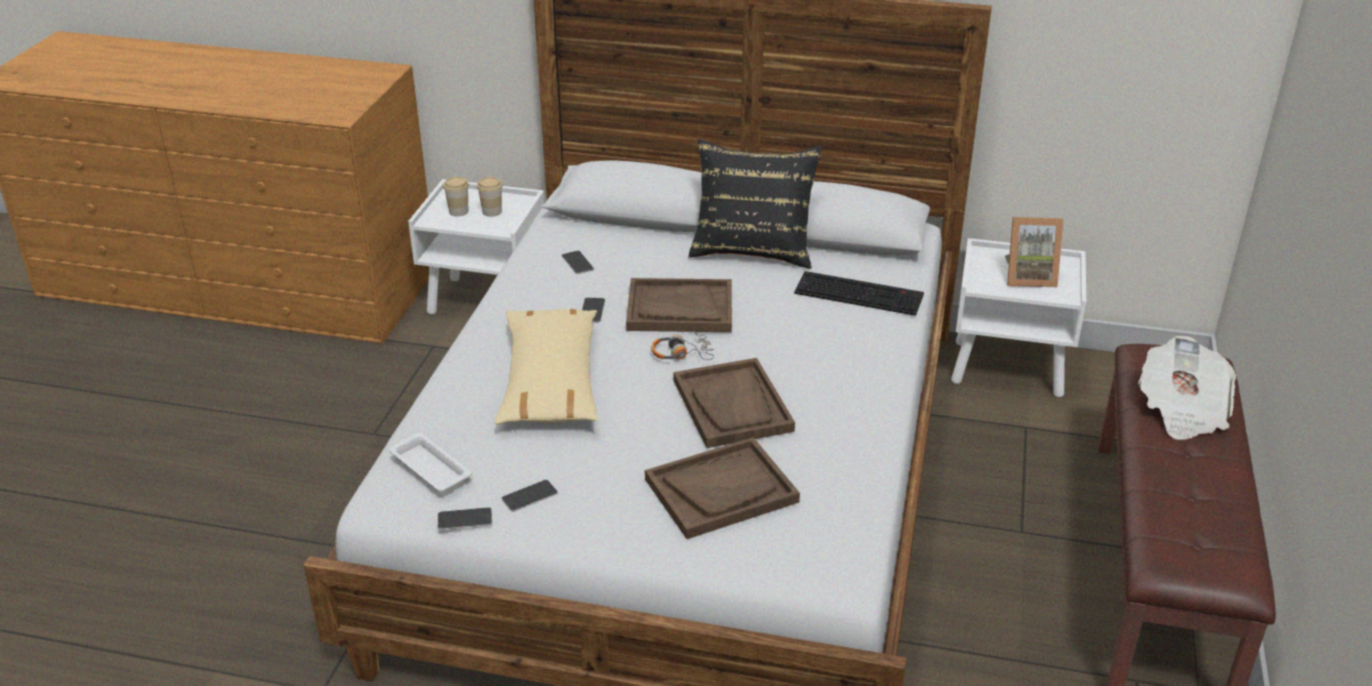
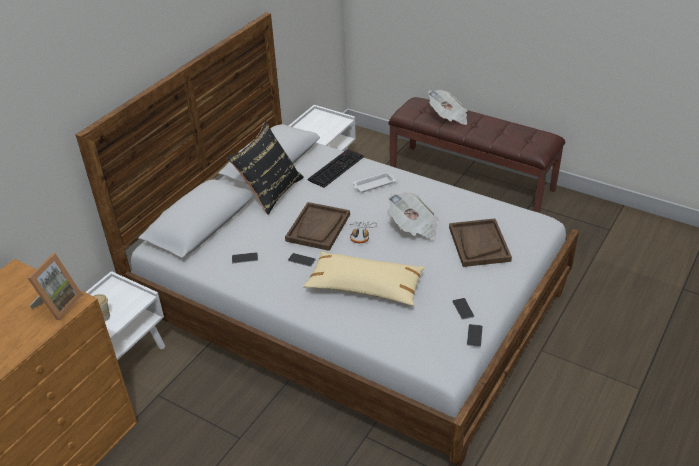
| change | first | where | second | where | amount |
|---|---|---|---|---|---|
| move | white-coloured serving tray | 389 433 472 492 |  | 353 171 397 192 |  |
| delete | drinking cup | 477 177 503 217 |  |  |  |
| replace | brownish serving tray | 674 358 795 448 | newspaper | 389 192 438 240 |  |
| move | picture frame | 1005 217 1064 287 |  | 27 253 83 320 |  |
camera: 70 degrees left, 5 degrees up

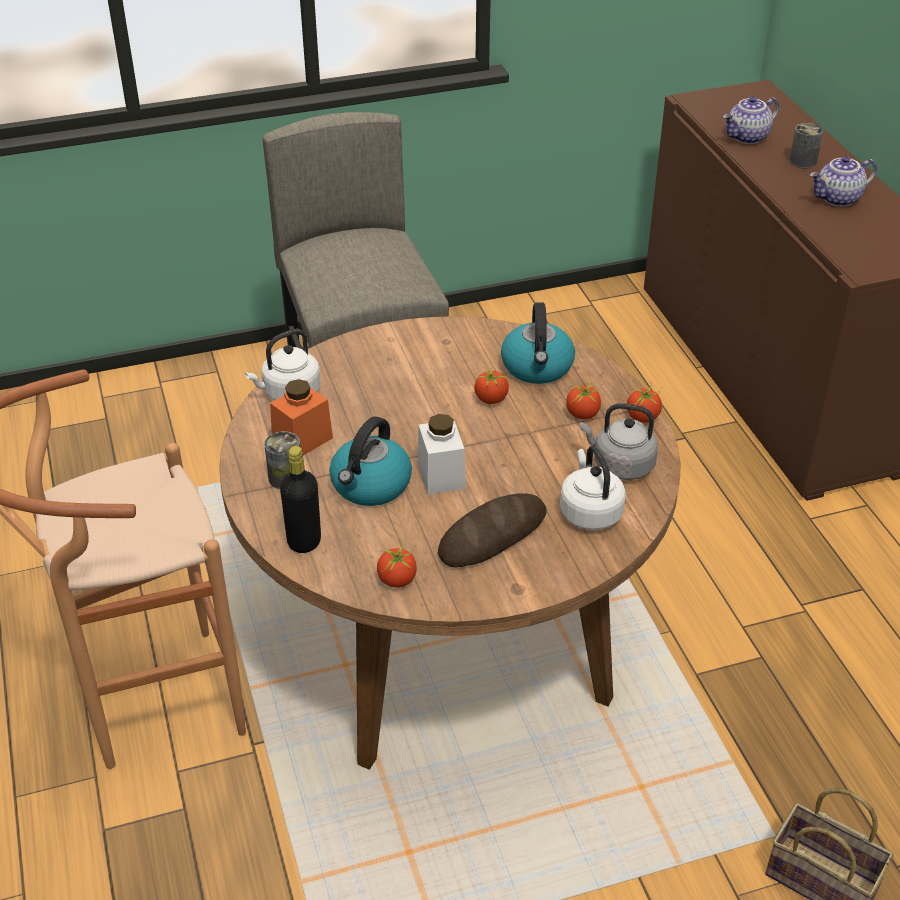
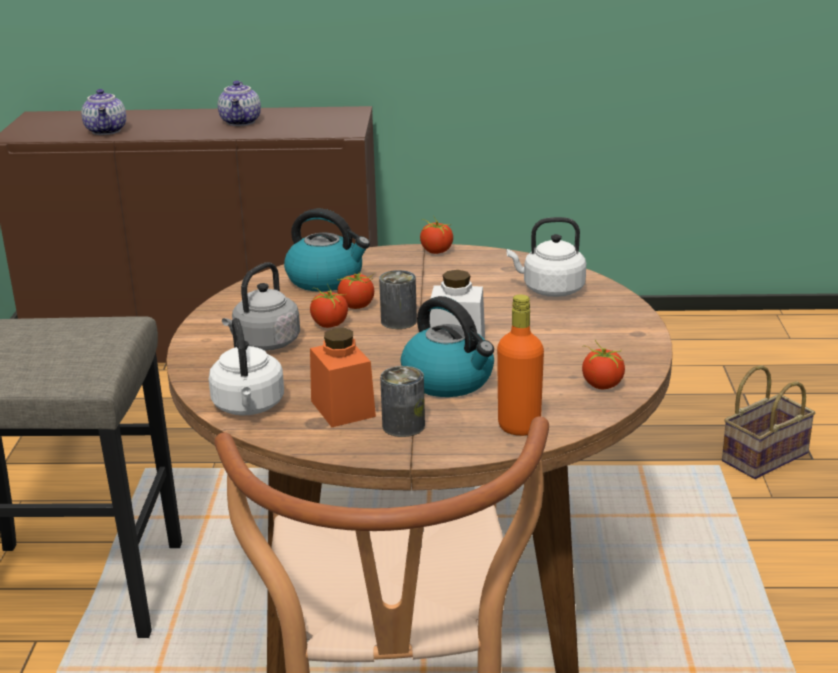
| change | first | where | second | where | amount |
|---|---|---|---|---|---|
| recolor | black-coloured bottle | 280 446 321 553 | orange-coloured bottle | 497 294 544 436 |  |
| delete | bakery bread | 438 493 547 567 |  |  |  |
| move | whole tomato | 566 378 602 420 |  | 310 283 348 328 |  |
| move | gray tea kettle | 580 403 658 480 |  | 222 262 300 351 |  |
| move | can | 790 123 823 169 |  | 379 270 417 329 |  |
camera: 70 degrees left, 15 degrees down

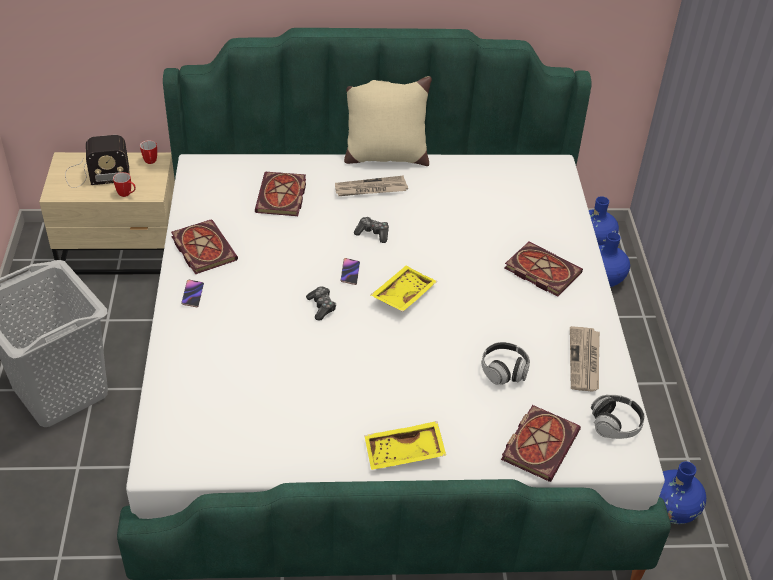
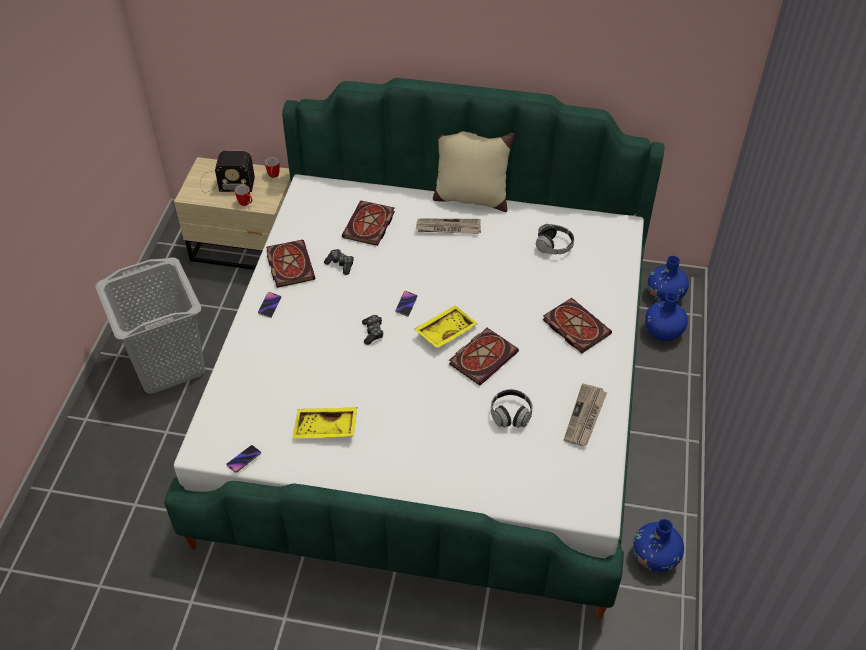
| change | first | where | second | where | amount |
|---|---|---|---|---|---|
| move | game controller | 354 217 389 243 |  | 324 249 354 275 |  |
| move | yellow serving tray | 364 421 446 470 |  | 292 407 357 438 |  |
| move | bound book | 501 405 581 482 |  | 449 328 519 386 |  |
| move | pair of headphones | 591 395 645 439 |  | 536 224 574 254 |  |
| insert |  |  | telephone | 226 445 261 473 |  |
camera: 15 degrees right, 5 degrees up

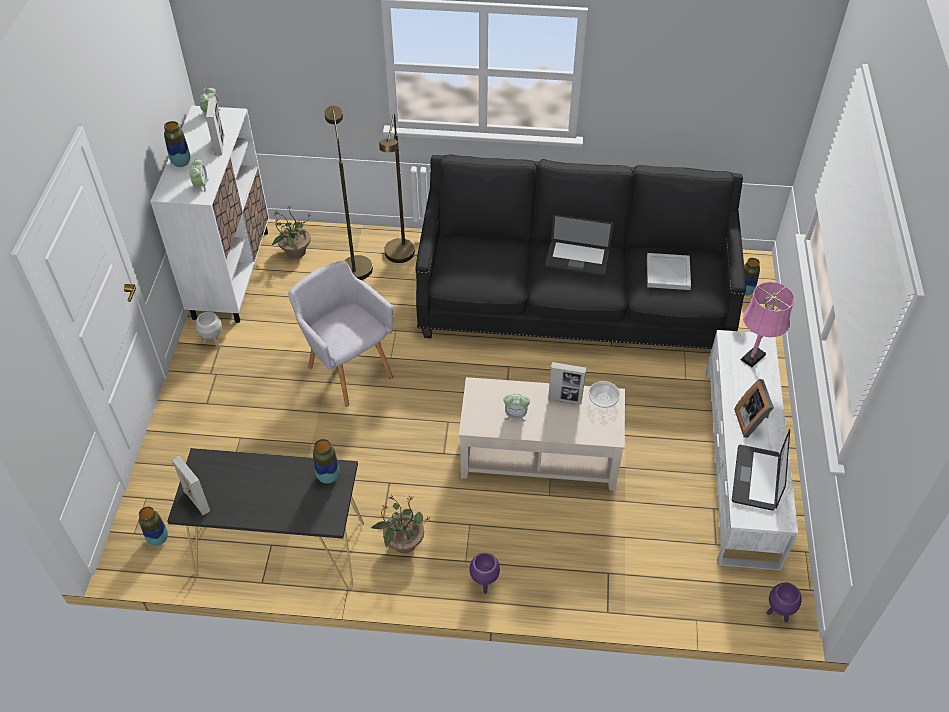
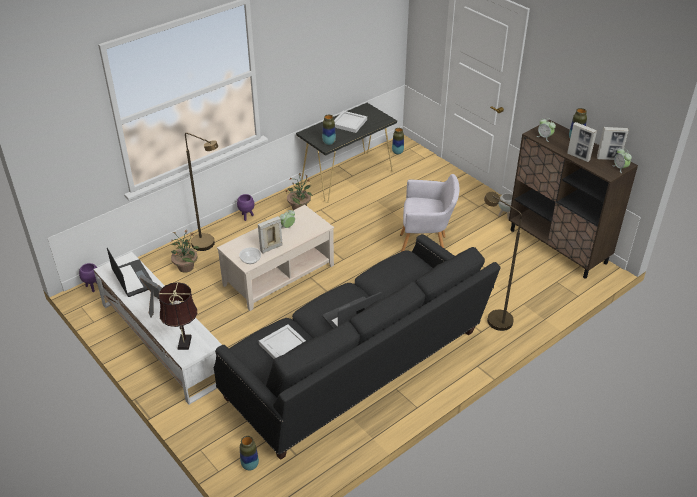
| change | first | where | second | where | amount |
|---|---|---|---|---|---|
| recolor | white-coloured cabinet | 150 106 269 323 | brownish cabinet | 509 120 638 279 |  |
| move | picture frame | 172 456 210 515 |  | 597 127 629 160 |  |
| move | plant in a pot | 272 205 311 259 |  | 171 230 200 273 |  |
| move | brownish floor lamp | 324 105 373 280 |  | 185 133 218 251 |  |
| recolor | pinkish lamp for a table | 741 282 795 367 | brownish lamp for a table | 158 282 197 350 |  |
| insert |  |  | white-coloured serving tray | 334 111 367 133 |  |
camera: 135 degrees right, 10 degrees down

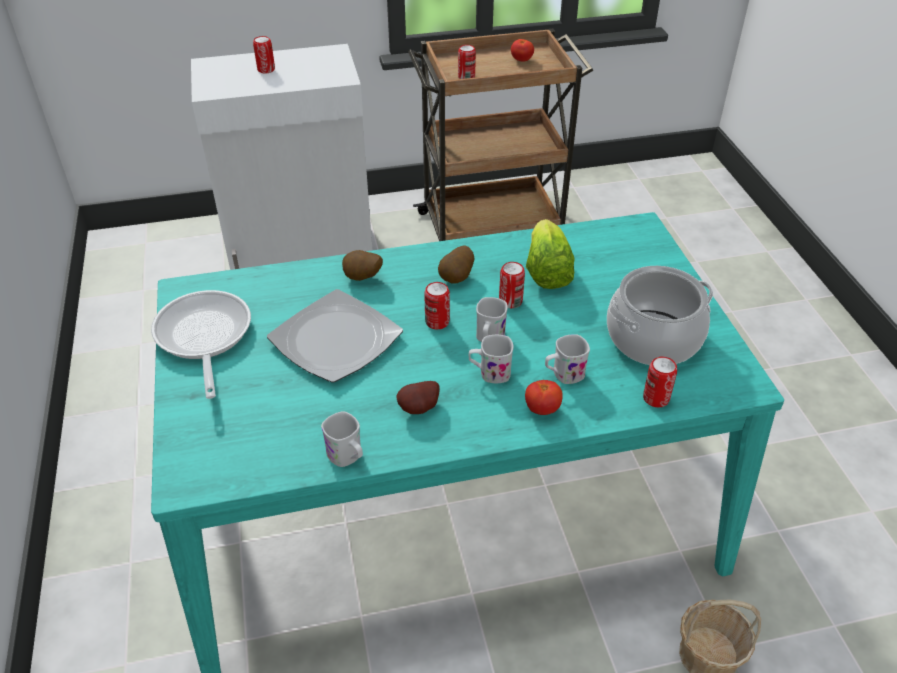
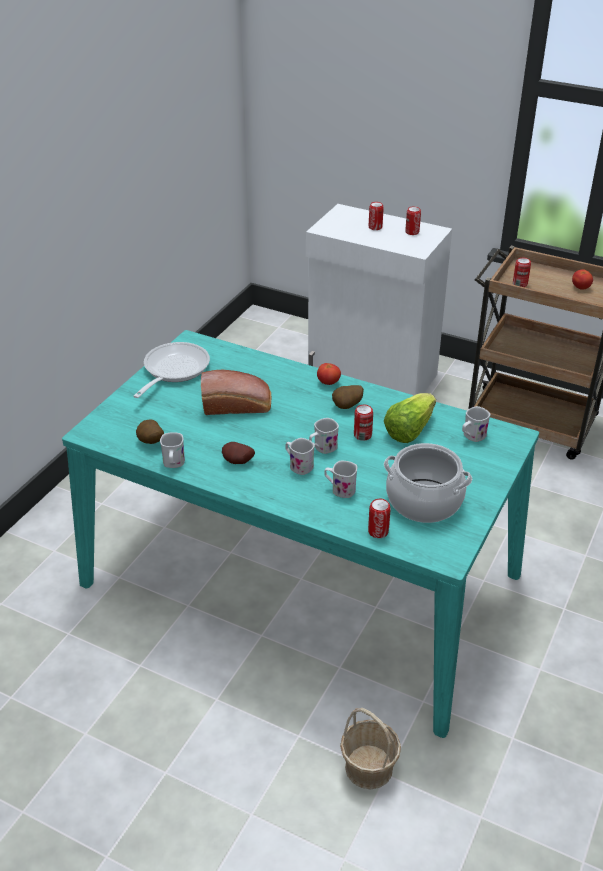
| change | first | where | second | where | amount |
|---|---|---|---|---|---|
| replace | plate | 267 289 403 383 | bakery bread | 201 370 271 415 |  |
| move | spud | 342 250 383 281 |  | 136 420 164 444 |  |
| move | can | 424 282 450 329 |  | 405 206 421 235 |  |
| move | whole tomato | 525 380 563 415 |  | 317 363 341 385 |  |
| insert |  |  | white-coloured tea mug | 462 406 490 442 |  |
camera: 40 degrees right, 5 degrees down

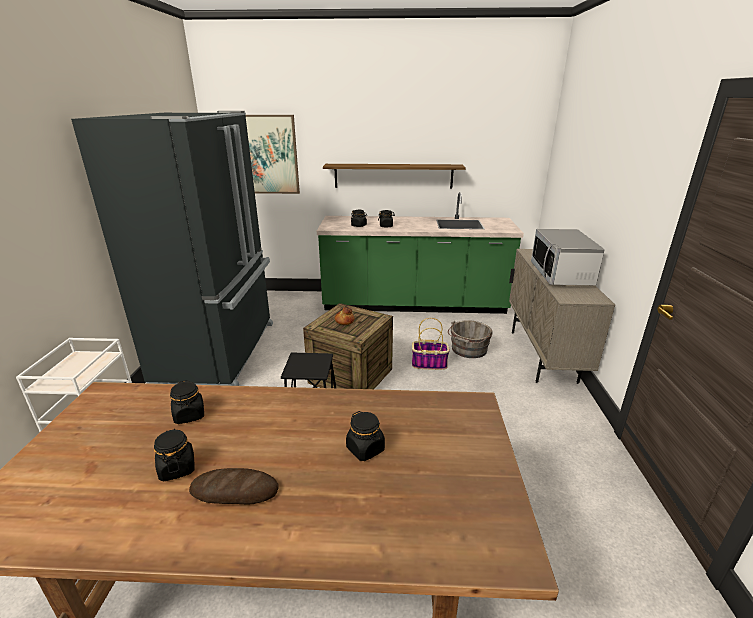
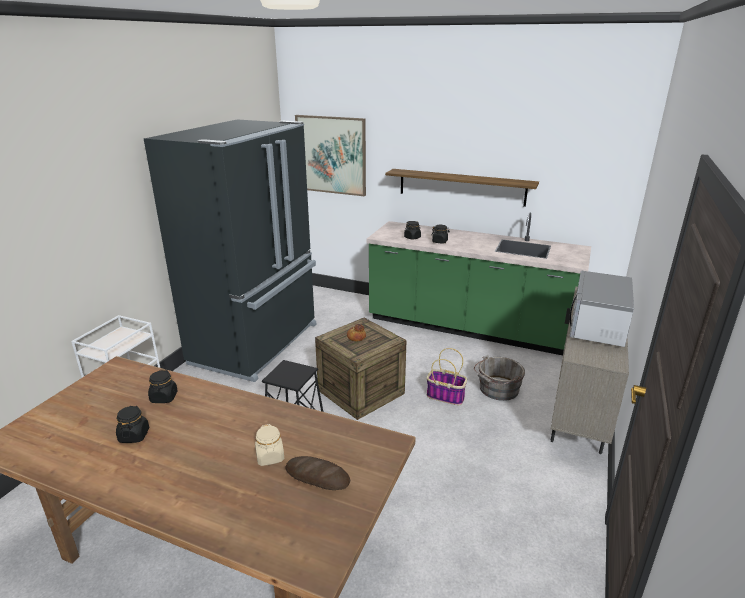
| change | first | where | second | where | amount |
|---|---|---|---|---|---|
| move | bakery bread | 189 468 279 504 |  | 285 456 350 490 |  |
| recolor | black-coloured jar | 346 411 385 461 | beige-coloured jar | 255 424 284 466 |  |
camera: 20 degrees right, 0 degrees up

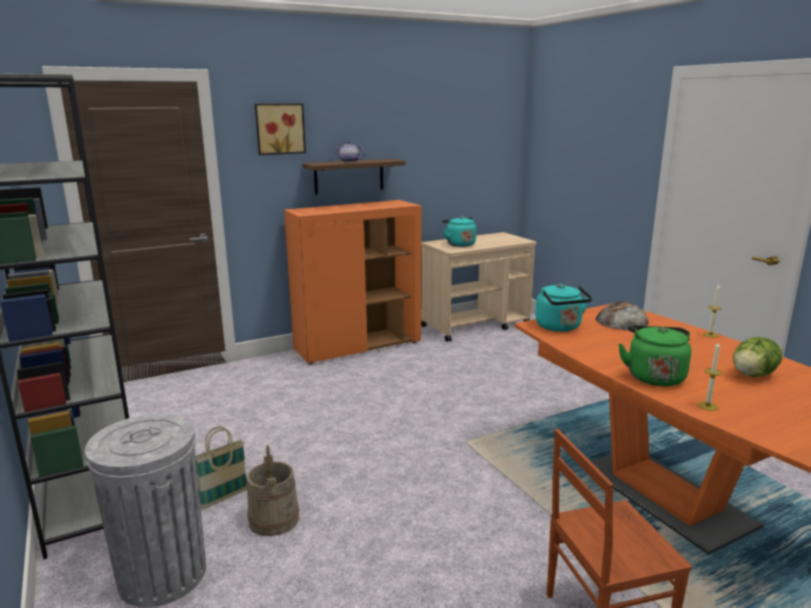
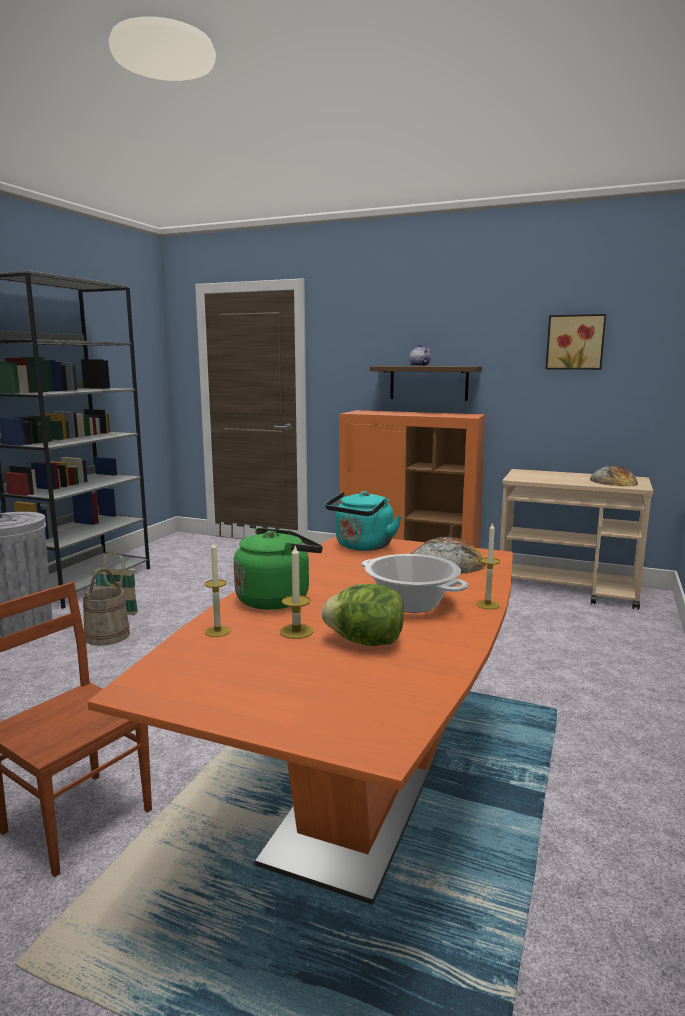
| change | first | where | second | where | amount |
|---|---|---|---|---|---|
| move | wall picture | 255 104 306 155 |  | 545 314 606 370 |  |
| delete | turquoise-coloured tea kettle | 442 216 476 247 |  |  |  |
| insert |  |  | wax candle | 280 546 314 639 |  |
| insert |  |  | stockpot | 362 554 468 613 |  |
| insert |  |  | bakery bread | 590 466 638 486 |  |
camera: 50 degrees right, 5 degrees down

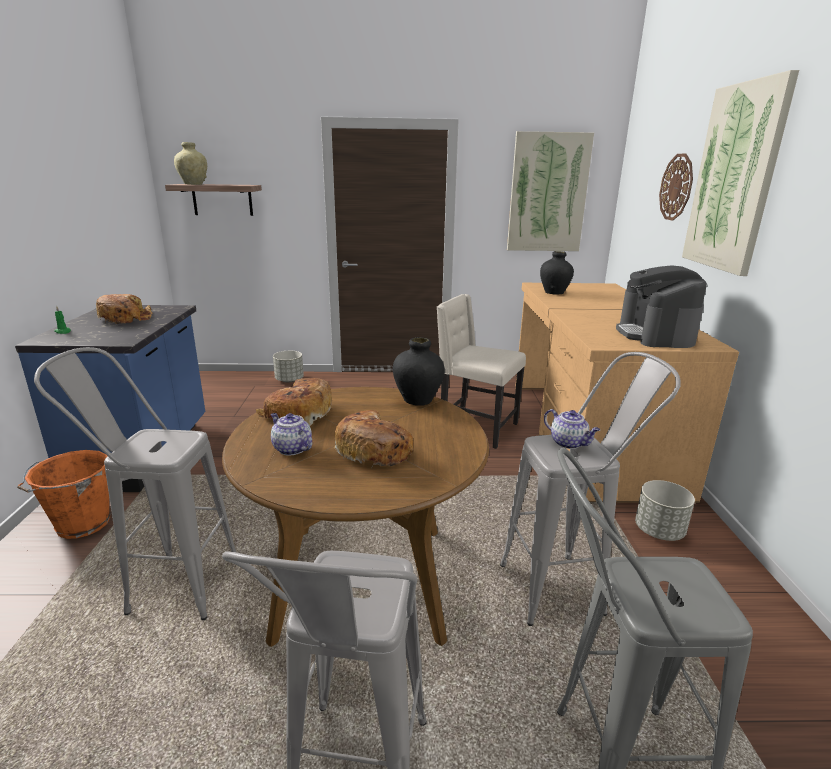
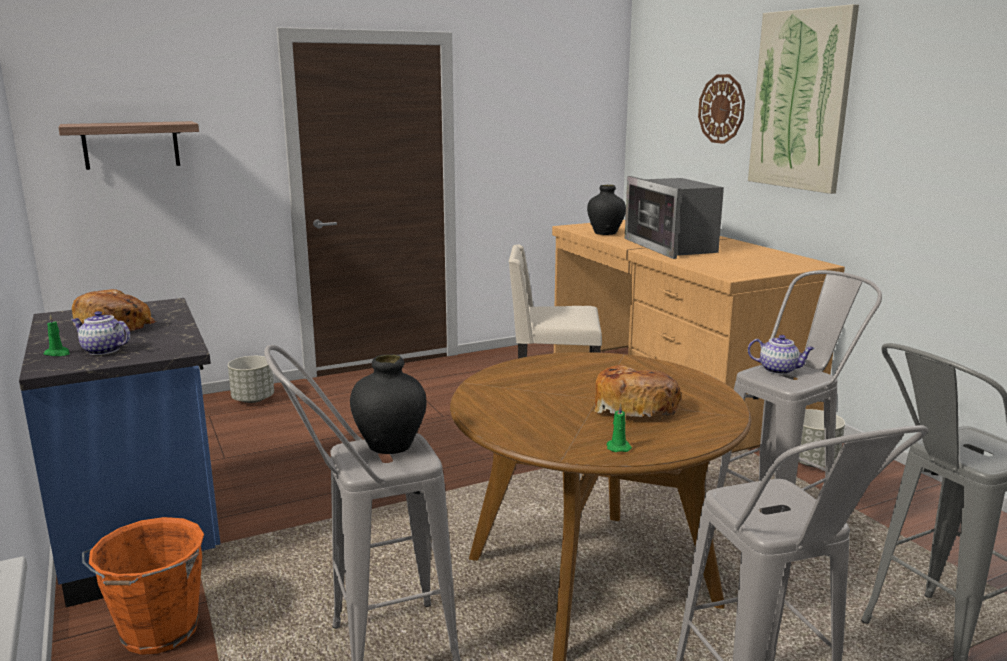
| change | first | where | second | where | amount |
|---|---|---|---|---|---|
| delete | beige-coloured flower vase | 174 142 207 185 |  |  |  |
| delete | bakery bread | 256 378 332 426 |  |  |  |
| move | tea pot | 271 413 312 456 |  | 71 311 130 355 |  |
| move | black-coloured flower vase | 393 337 445 406 |  | 350 354 427 454 |  |
| delete | wall picture | 507 131 594 251 |  |  |  |
| delete | coffee brewer | 616 265 707 348 |  |  |  |
| insert |  |  | greenish wax candle | 607 403 632 452 |  |
| insert |  |  | kitchen microwave | 625 176 724 259 |  |
camera: 25 degrees left, 5 degrees down

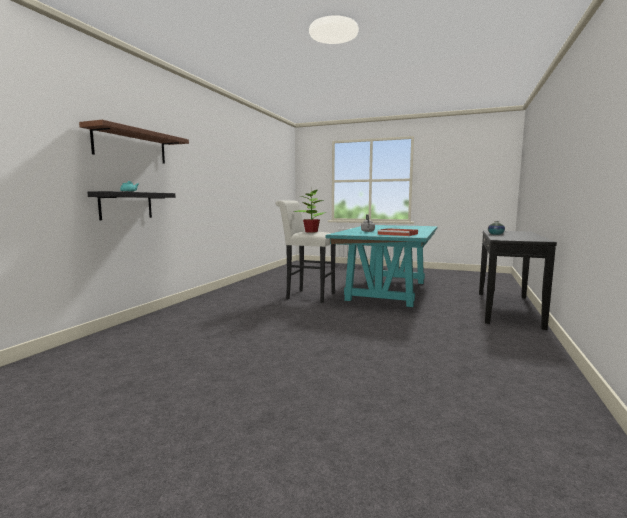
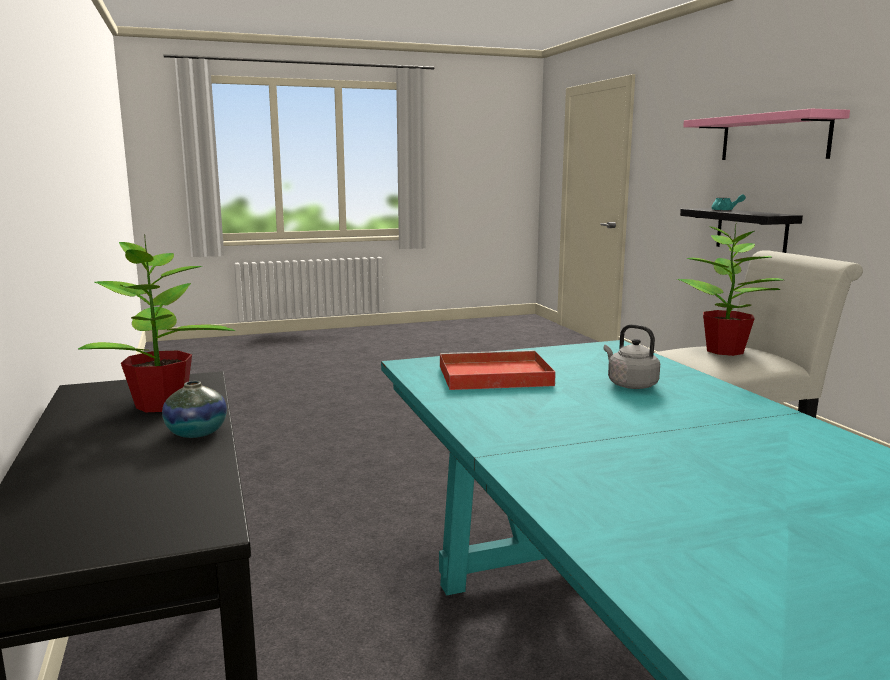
| change | first | where | second | where | amount |
|---|---|---|---|---|---|
| recolor | brownish shelf | 79 120 189 164 | pinkish shelf | 683 109 850 160 |  |
| insert |  |  | plant in a pot | 78 240 235 412 |  |
camera: 140 degrees right, 5 degrees up

